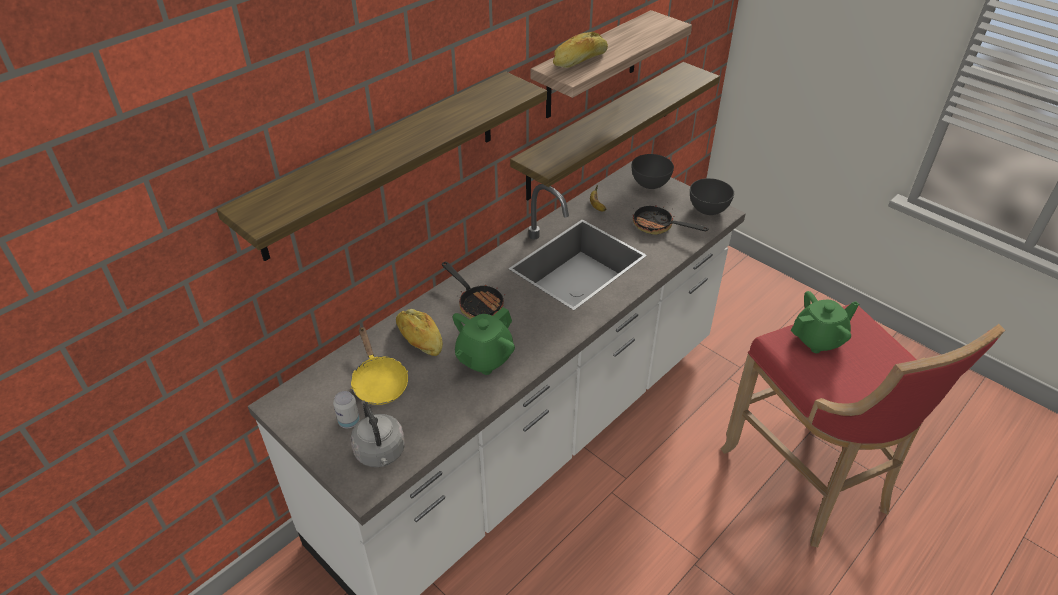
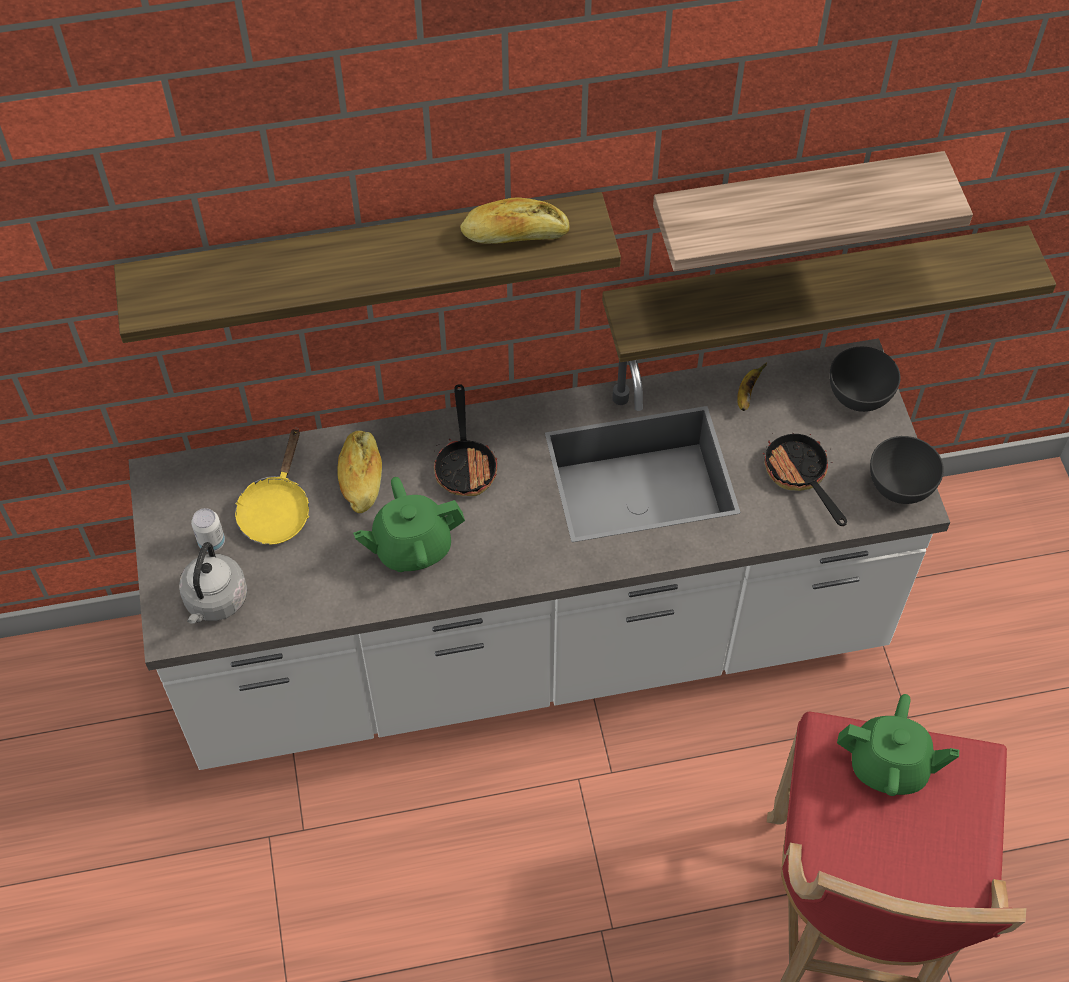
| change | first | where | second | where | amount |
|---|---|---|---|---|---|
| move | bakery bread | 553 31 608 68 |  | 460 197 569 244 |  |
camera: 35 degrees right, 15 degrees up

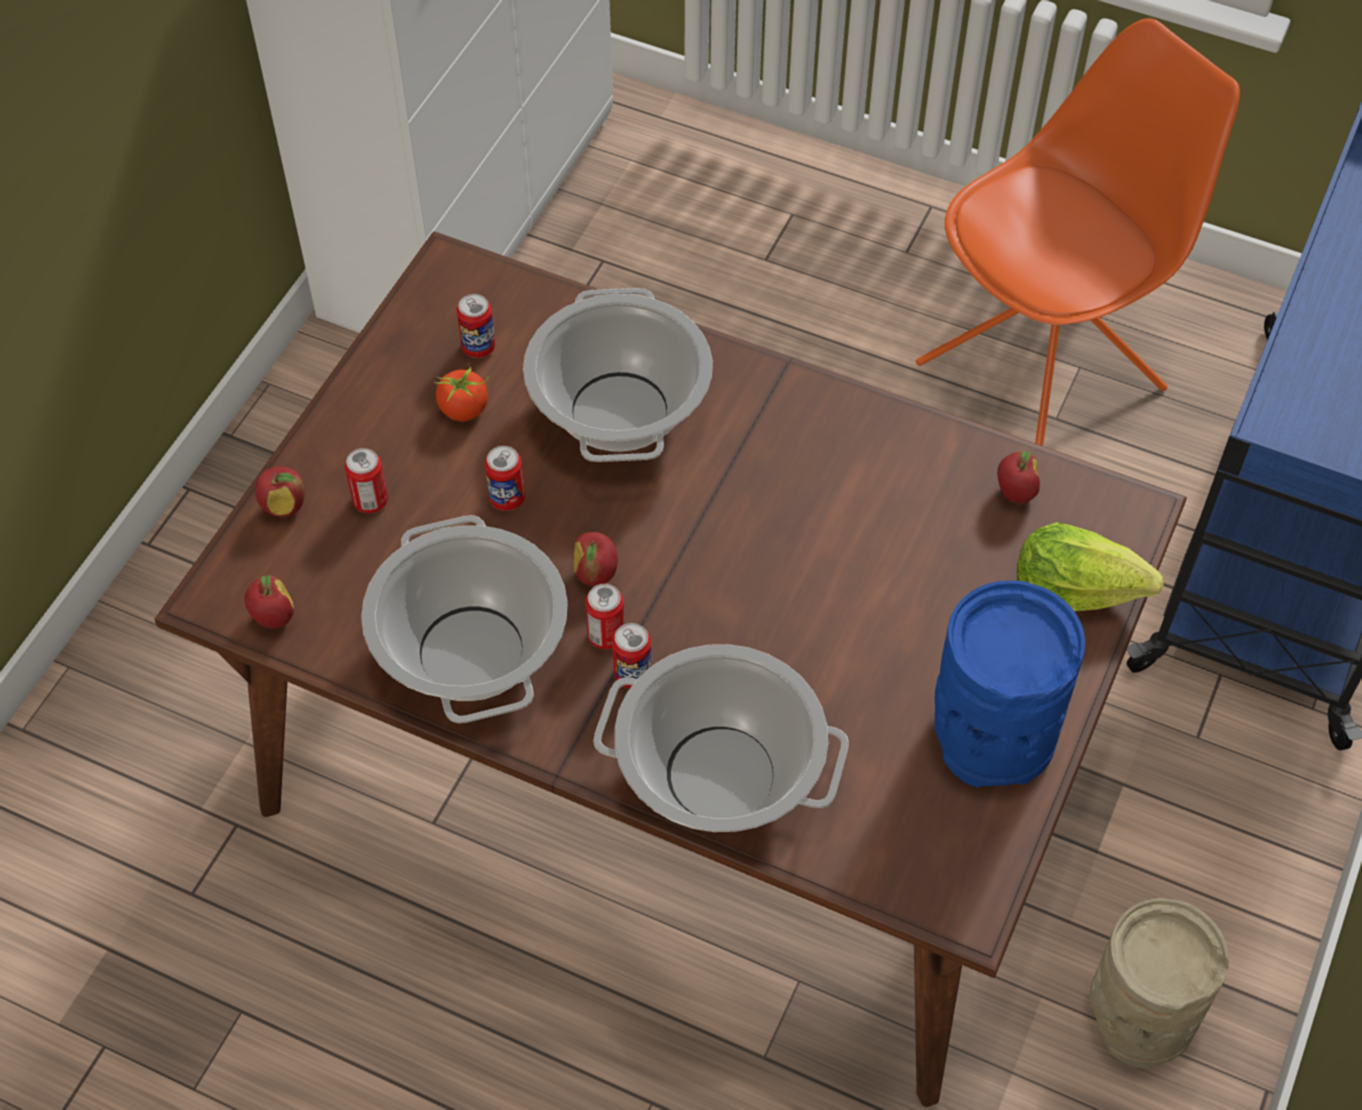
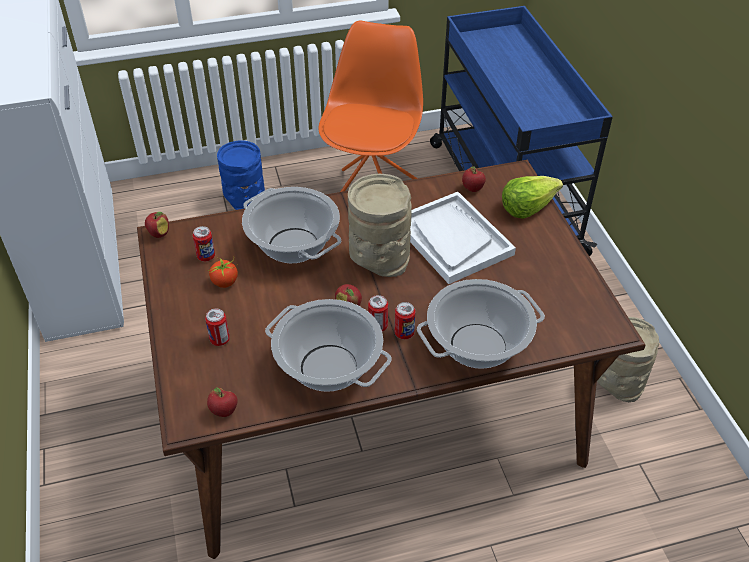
| change | first | where | second | where | amount |
|---|---|---|---|---|---|
| move | apple | 255 466 305 517 |  | 145 212 169 238 |  |
| delete | can | 485 446 525 511 |  |  |  |
| move | bluish flower vase | 935 580 1085 788 |  | 217 140 265 210 |  |
| insert |  |  | beige-coloured flower vase | 348 174 412 277 |  |
| insert |  |  | white-coloured serving tray | 410 192 516 284 |  |
camera: 40 degrees left, 10 degrees down

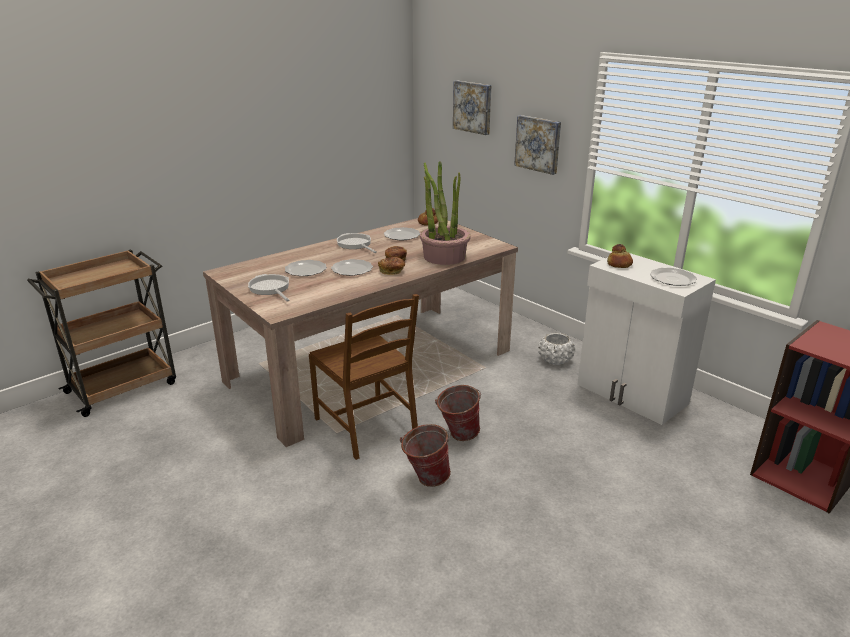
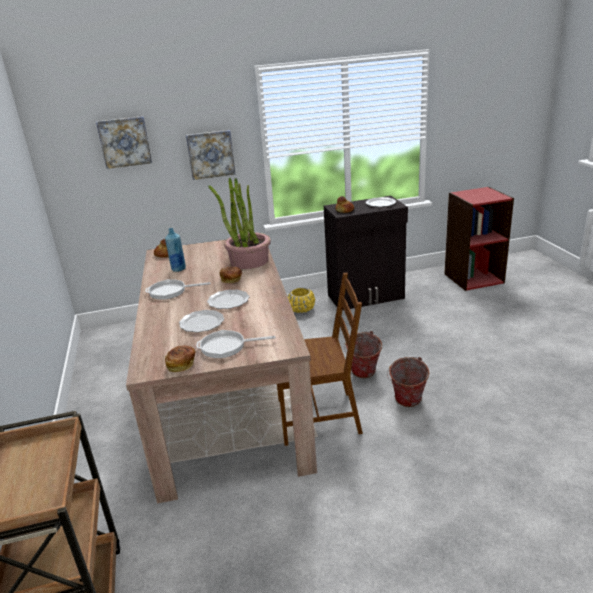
| change | first | where | second | where | amount |
|---|---|---|---|---|---|
| move | bakery bread | 378 257 405 275 |  | 165 345 196 372 |  |
| replace | plate | 384 227 420 240 | bluish bottle | 165 228 186 272 |  |
| recolor | white-coloured plant pot | 538 333 575 365 | yellow plant pot | 287 288 315 313 |  |
| recolor | white-coloured cabinet | 577 253 716 425 | black-coloured cabinet | 324 196 408 310 |  |
camera: 60 degrees left, 0 degrees up

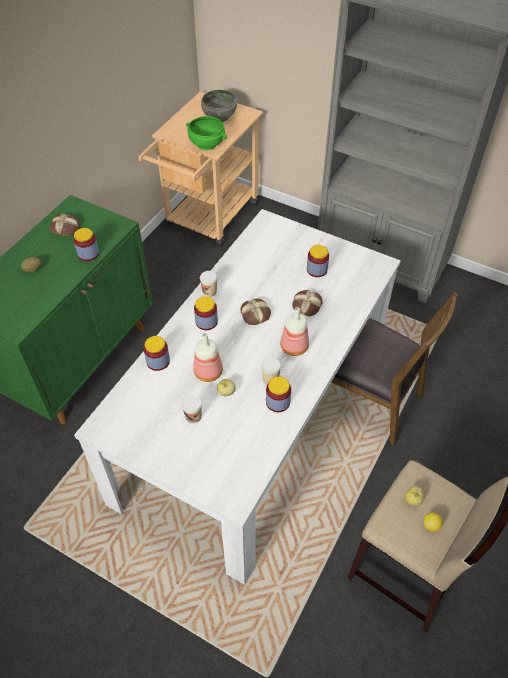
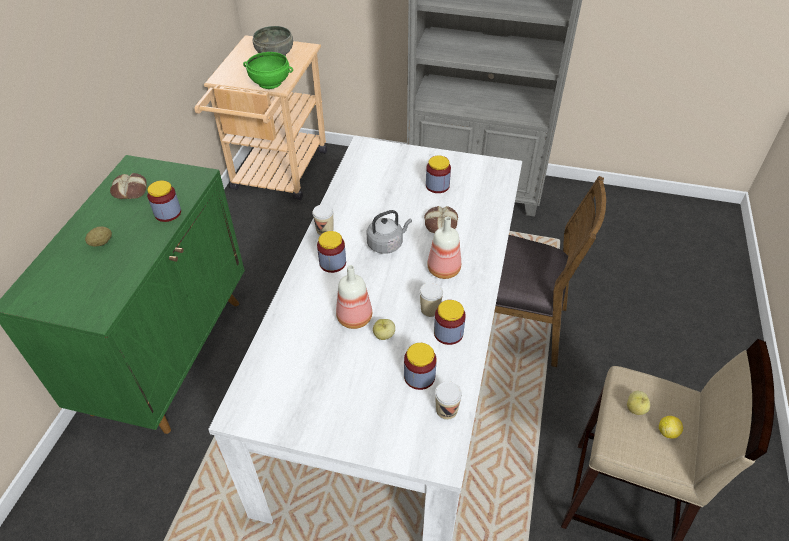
| change | first | where | second | where | amount |
|---|---|---|---|---|---|
| move | jar | 144 336 170 371 |  | 404 343 437 390 |  |
| move | drinking cup | 182 395 202 424 |  | 435 381 462 420 |  |
| replace | bakery bread | 240 299 271 325 | gray tea kettle | 367 210 412 254 |  |
camera: 15 degrees left, 5 degrees down

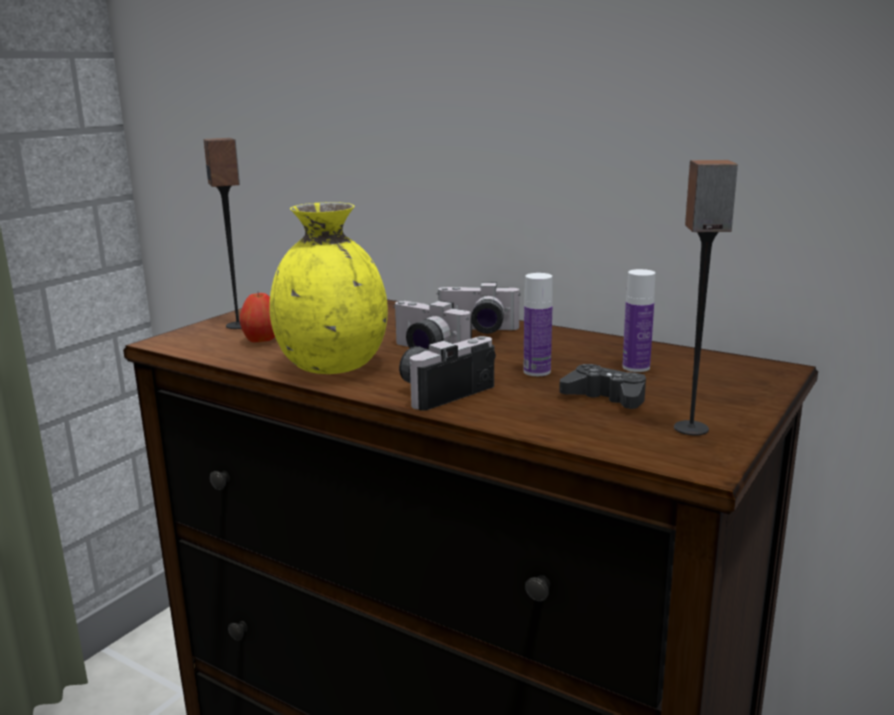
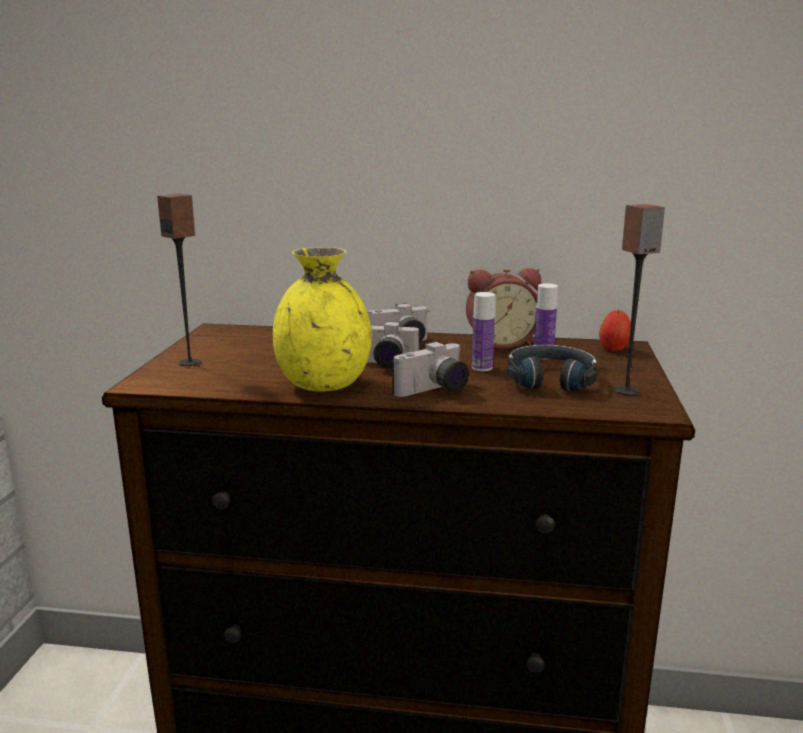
| change | first | where | second | where | amount |
|---|---|---|---|---|---|
| move | apple | 240 293 275 342 |  | 599 309 631 351 |  |
| rotate | still camera | 399 336 496 411 |  | 392 341 469 397 | 150 degrees counterclockwise |
| replace | black-coloured game controller | 559 364 646 409 | black-coloured pair of headphones | 507 345 597 391 |  |
| insert |  |  | table clock | 466 268 541 349 |  |
camera: 25 degrees left, 0 degrees up

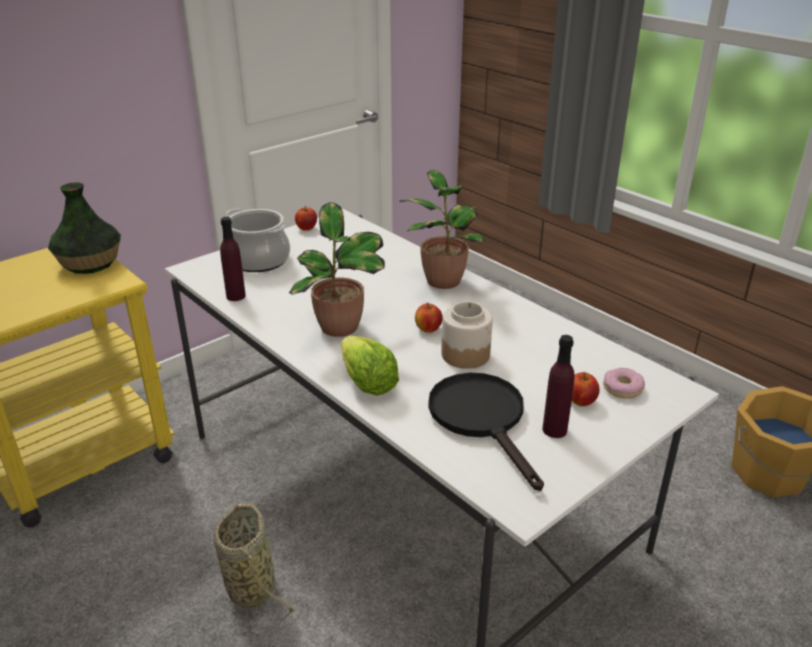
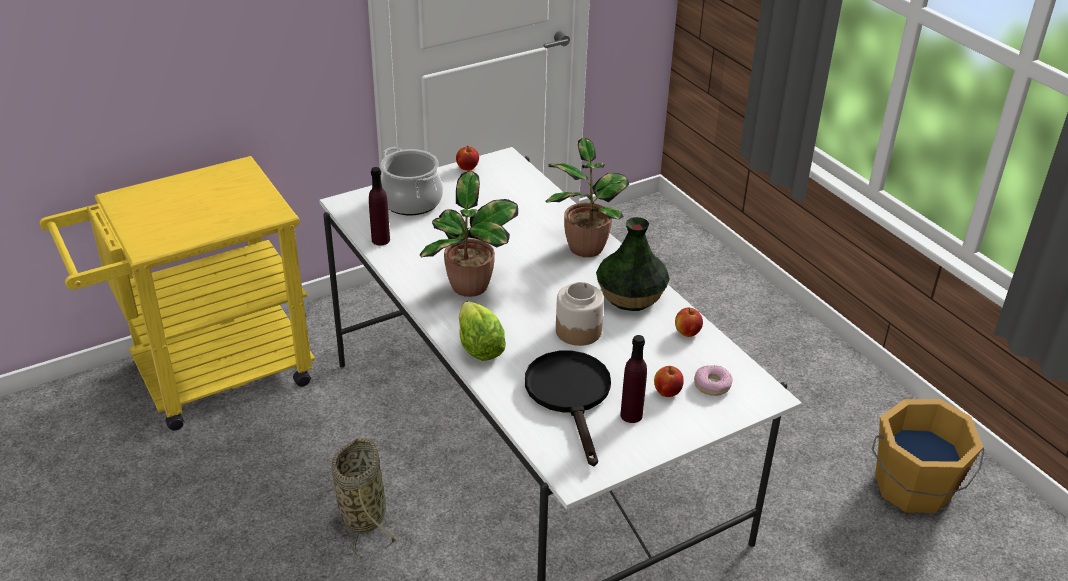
| change | first | where | second | where | amount |
|---|---|---|---|---|---|
| move | flower vase | 48 182 121 274 |  | 596 217 670 311 |  |
| move | apple | 415 302 443 333 |  | 675 307 703 337 |  |
camera: 10 degrees right, 5 degrees up

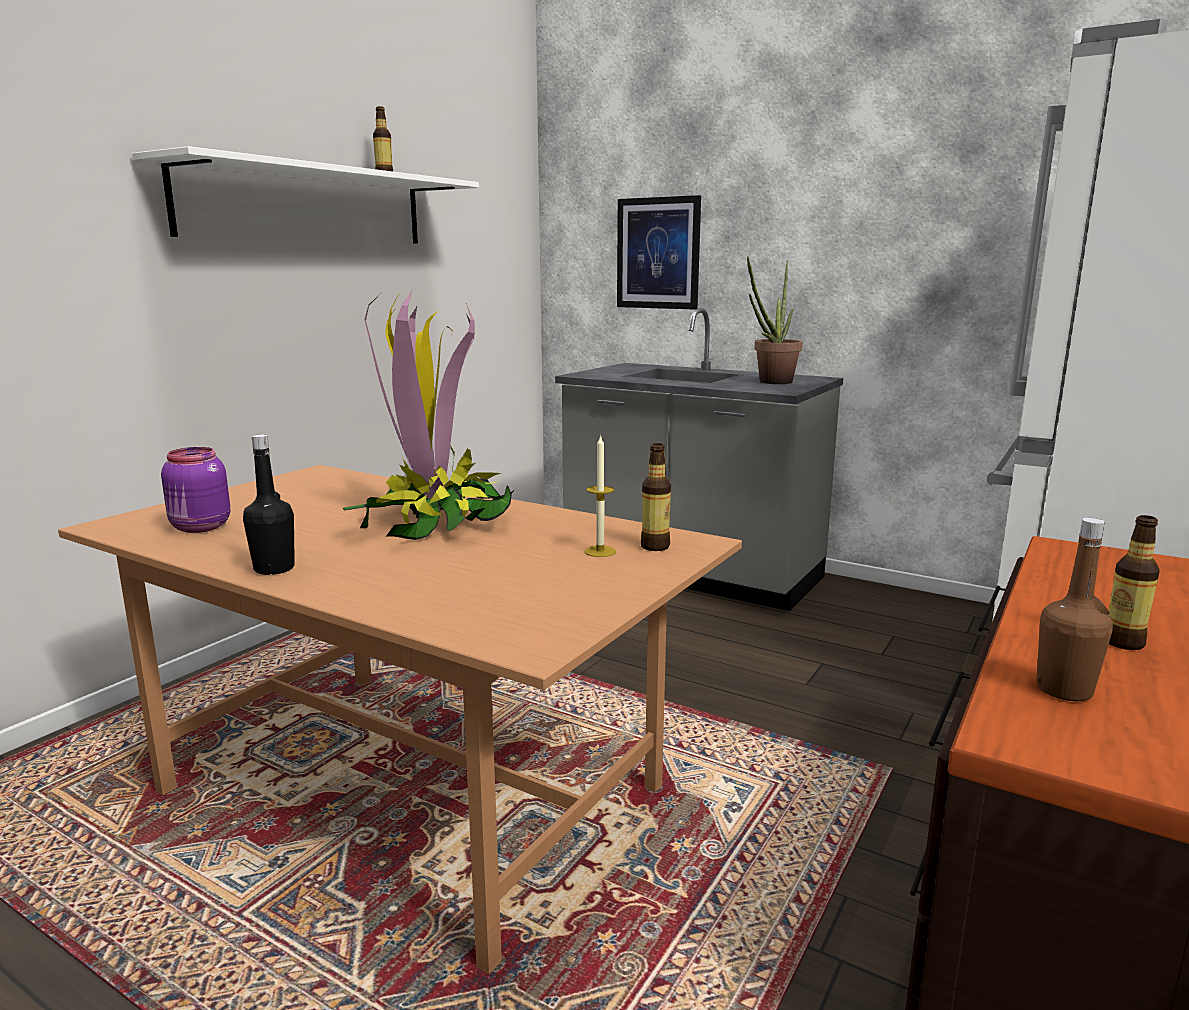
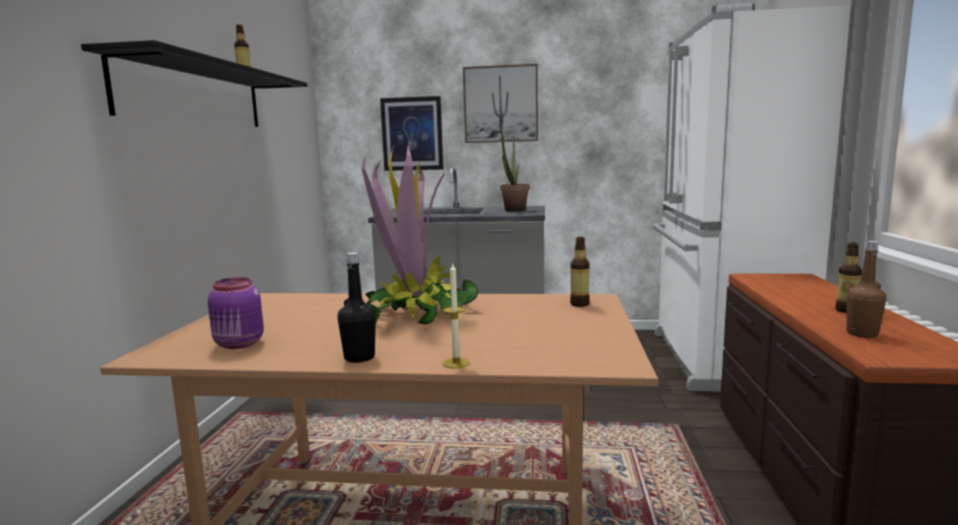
| change | first | where | second | where | amount |
|---|---|---|---|---|---|
| recolor | white-coloured shelf | 132 146 479 244 | black-coloured shelf | 81 40 308 127 |  |
| move | wax candle | 585 434 616 557 |  | 443 262 470 368 |  |
| insert |  |  | wall picture | 463 64 538 143 |  |
camera: 25 degrees left, 5 degrees down

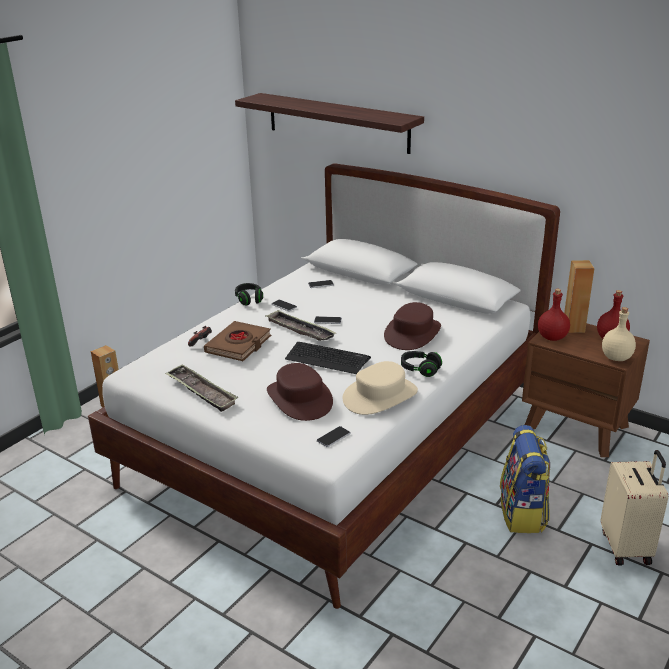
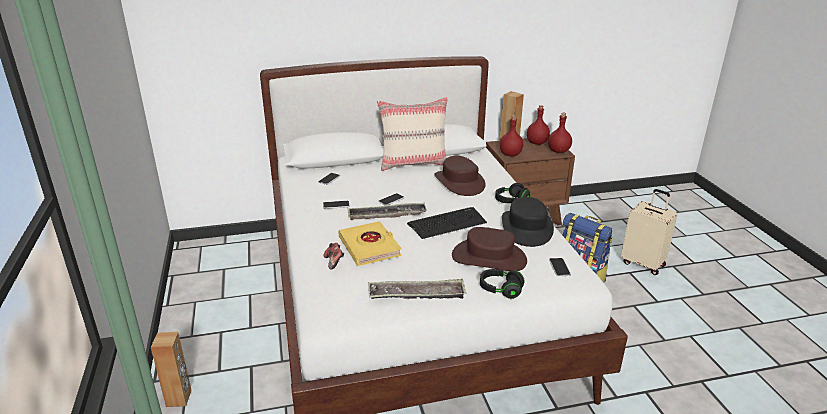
| change | first | where | second | where | amount |
|---|---|---|---|---|---|
| recolor | brownish bound book | 204 321 271 361 | yellow bound book | 338 221 402 266 |  |
| delete | shelf | 235 93 424 154 |  |  |  |
| move | black-coloured pair of headphones | 235 283 263 306 |  | 480 269 525 299 |  |
| recolor | beige-coloured clothing hat | 343 361 418 415 | black-coloured clothing hat | 502 197 554 247 |  |
| recolor | beige-coloured bottle | 602 307 636 361 | reddish bottle | 548 113 572 153 |  |
| insert |  |  | beige-coloured cushion | 377 97 448 171 |  |
camera: 50 degrees left, 0 degrees up

